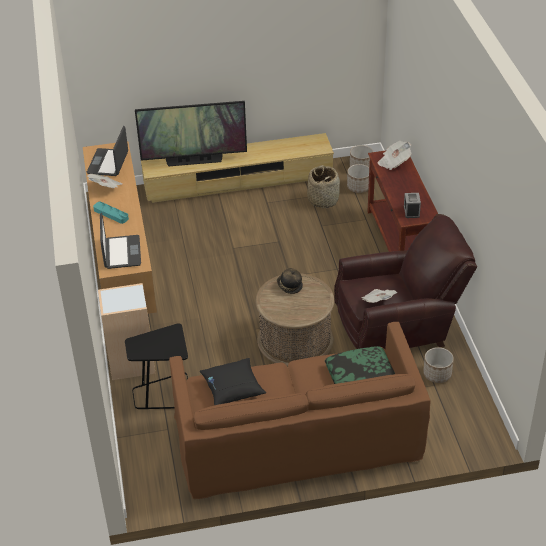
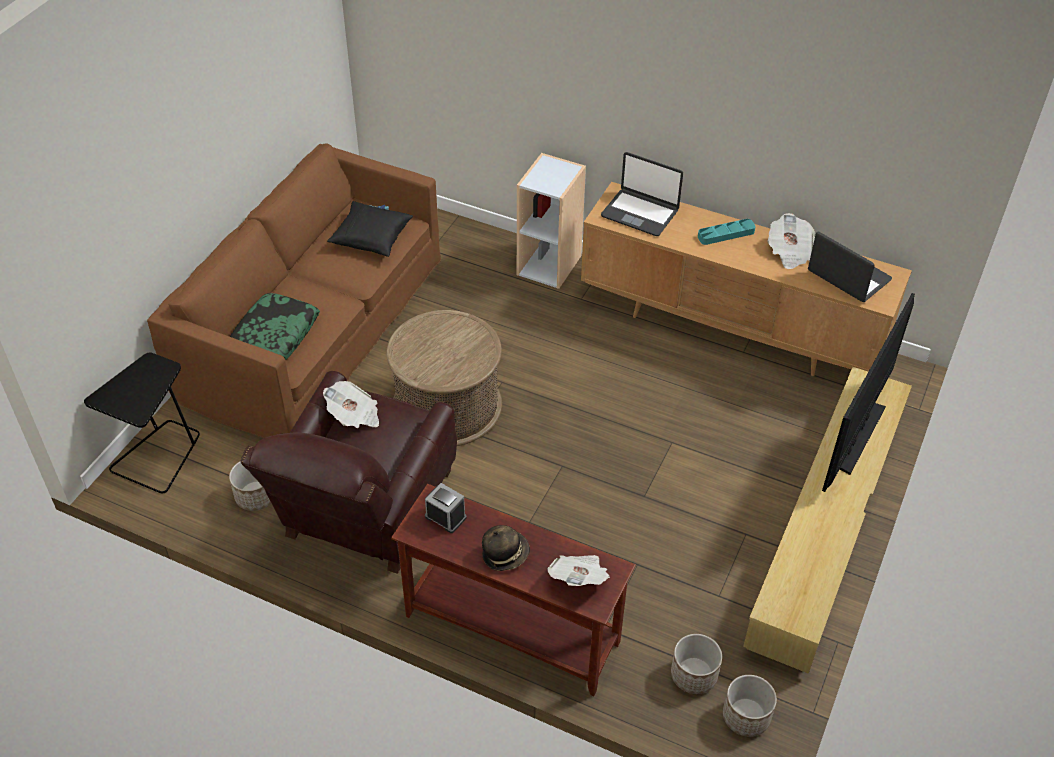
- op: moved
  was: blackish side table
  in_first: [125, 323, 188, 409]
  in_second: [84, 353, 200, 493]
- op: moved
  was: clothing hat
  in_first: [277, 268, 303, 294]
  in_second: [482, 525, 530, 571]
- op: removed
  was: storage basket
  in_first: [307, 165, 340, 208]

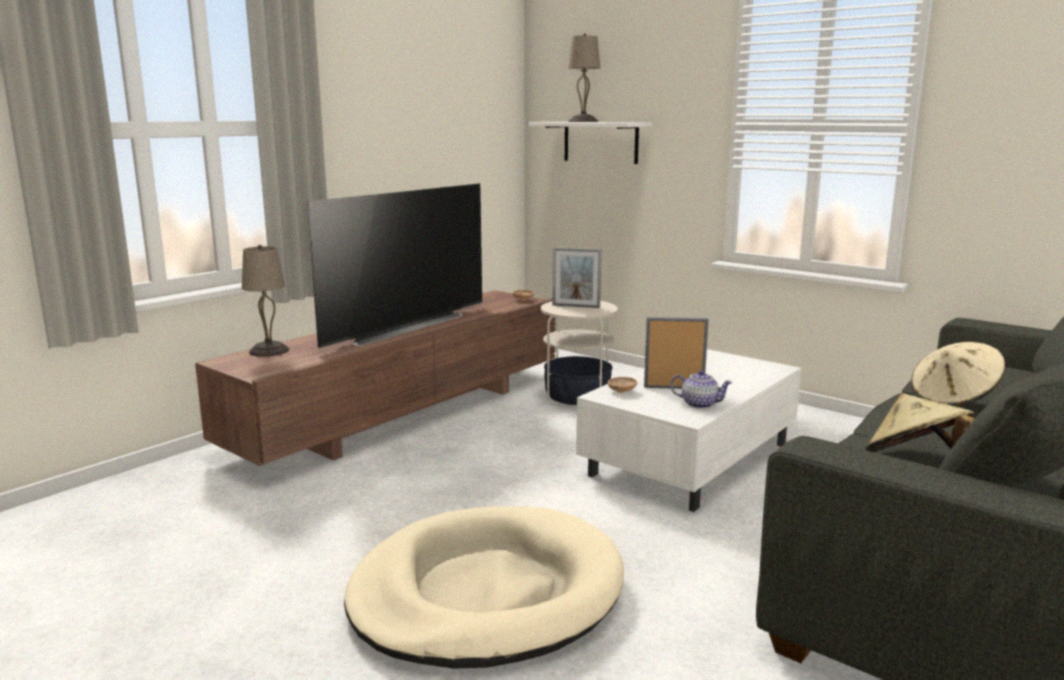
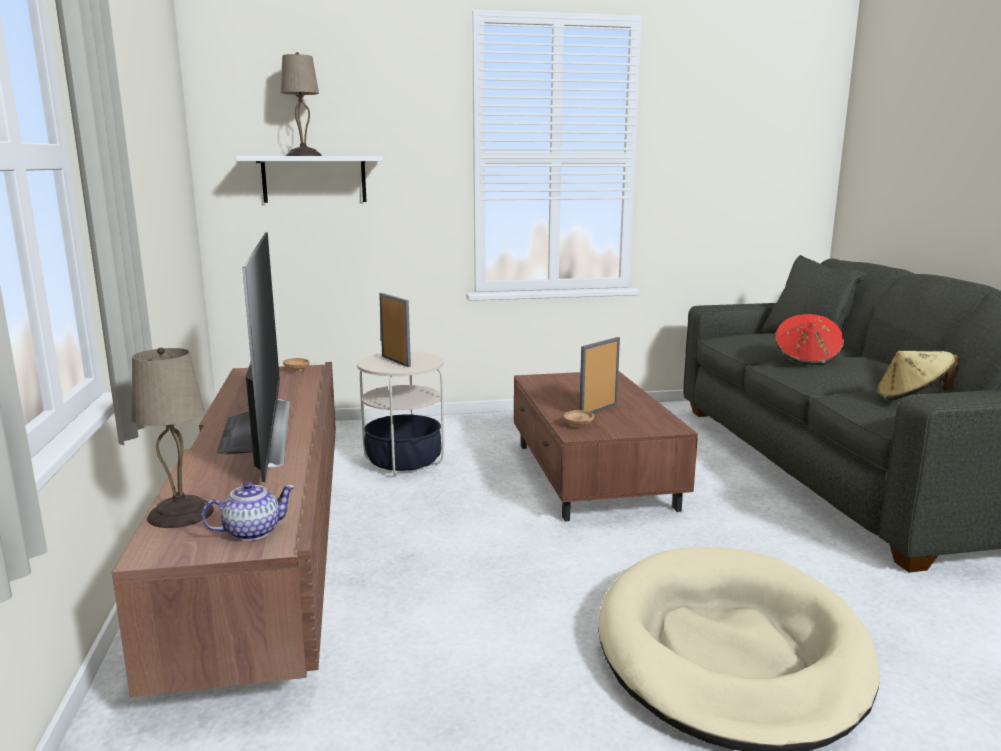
- op: turned
  was: picture frame
  in_first: [552, 247, 601, 308]
  in_second: [379, 293, 411, 367]
  clockwise: -90
- op: recoloured
  was: white low table
  now: brownish low table
  in_first: [576, 349, 801, 512]
  in_second: [514, 371, 698, 521]
- op: moved
  was: pot for tea
  in_first: [670, 370, 733, 409]
  in_second: [201, 482, 295, 541]
- op: recoloured
  was: sand-coloured clothing hat
  now: reddish clothing hat
  in_first: [911, 342, 1005, 407]
  in_second: [774, 314, 844, 365]

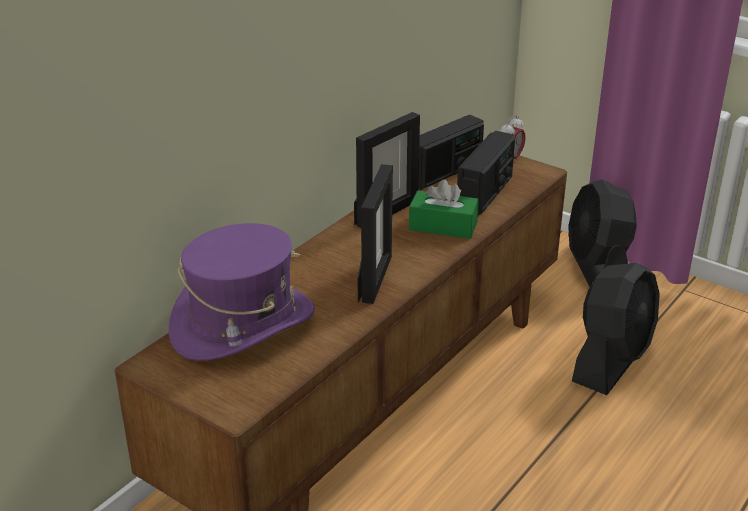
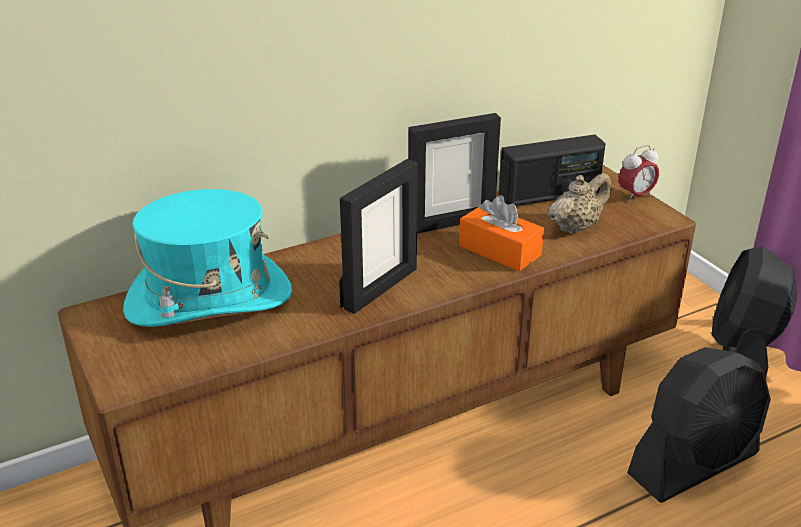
- op: recoloured
  was: purplish clothing hat
  now: turquoise-coloured clothing hat
  in_first: [169, 223, 315, 361]
  in_second: [123, 189, 292, 327]
- op: recoloured
  was: green tissue box
  now: orange tissue box
  in_first: [409, 179, 479, 239]
  in_second: [459, 195, 544, 271]
- op: replaced
  was: radio
  now: sand-coloured pot for tea
  in_first: [457, 131, 515, 215]
  in_second: [548, 173, 611, 234]

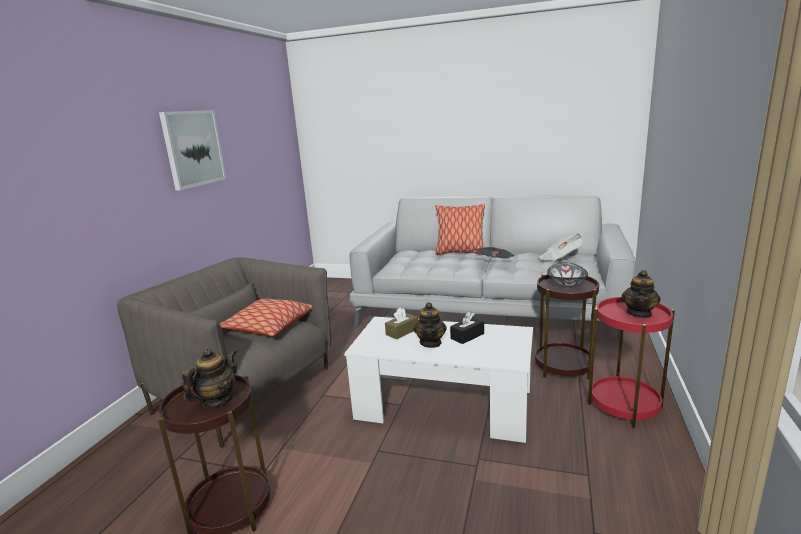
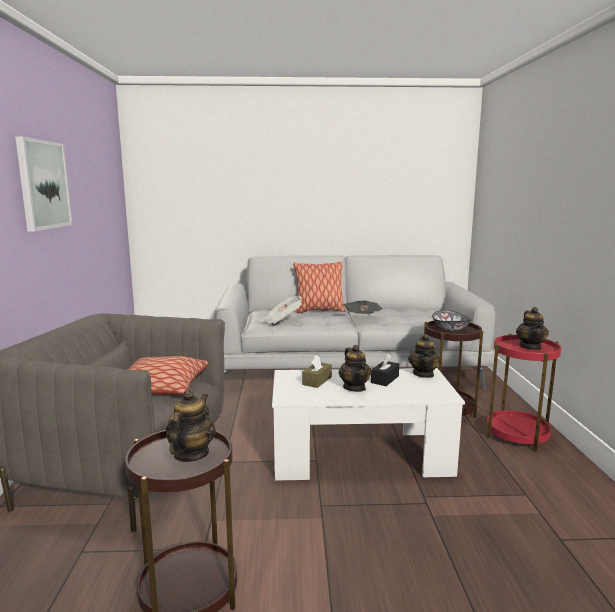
- op: moved
  was: daily paper
  in_first: [539, 233, 583, 261]
  in_second: [261, 296, 302, 324]
- op: added
  now: pot for tea
  in_second: [408, 334, 441, 378]

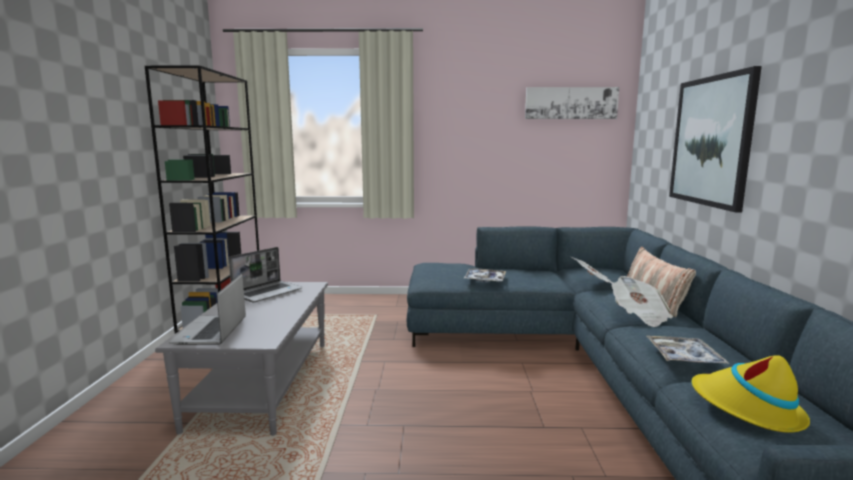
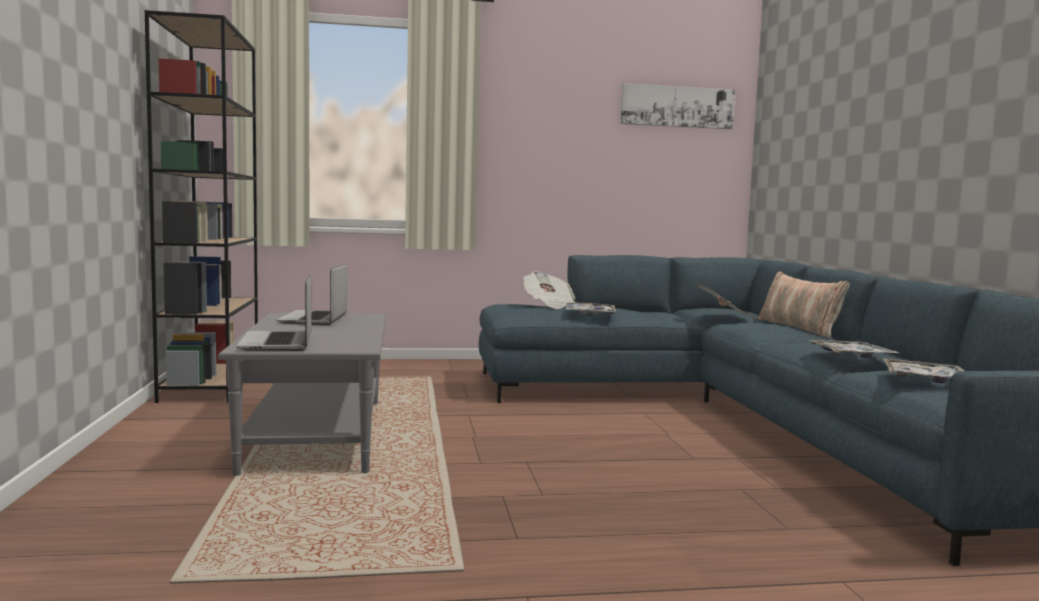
- op: turned
  was: notebook computer
  in_first: [229, 247, 302, 303]
  in_second: [276, 264, 347, 325]
  clockwise: 150
- op: moved
  was: daily paper
  in_first: [612, 276, 673, 327]
  in_second: [523, 271, 576, 309]
- op: removed
  was: picture
  in_first: [669, 66, 762, 212]
- op: replaced
  was: yellow clothing hat
  now: tray
  in_first: [691, 355, 810, 433]
  in_second: [883, 358, 964, 383]

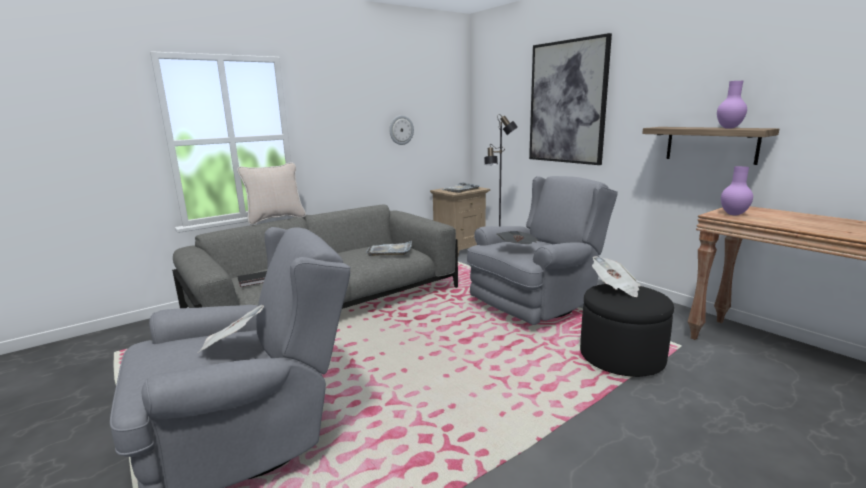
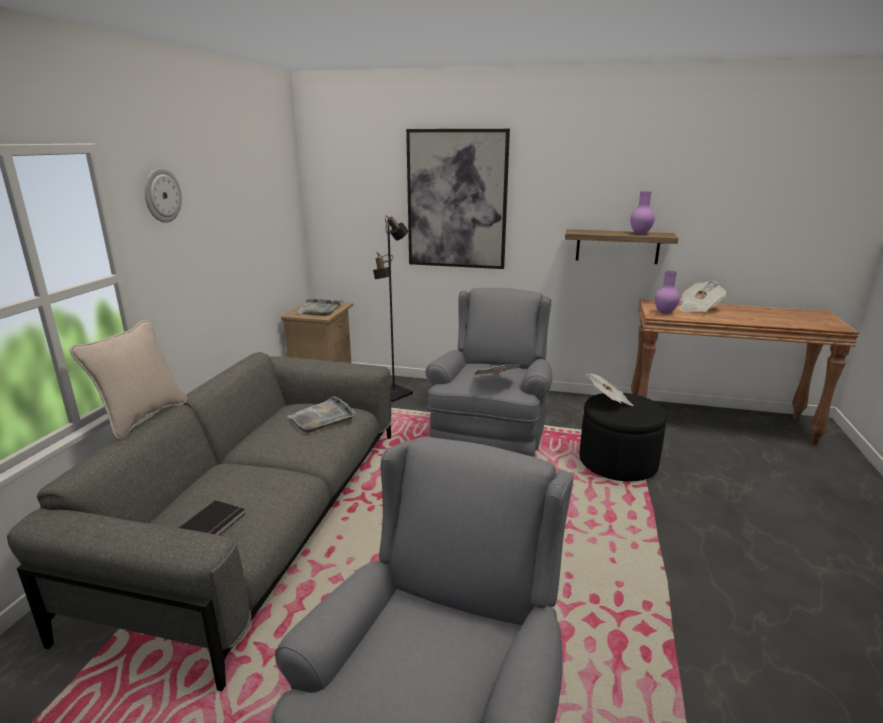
- op: moved
  was: daily paper
  in_first: [199, 305, 264, 352]
  in_second: [679, 281, 726, 312]
- op: moved
  was: hanging clock
  in_first: [389, 115, 414, 145]
  in_second: [145, 168, 182, 223]

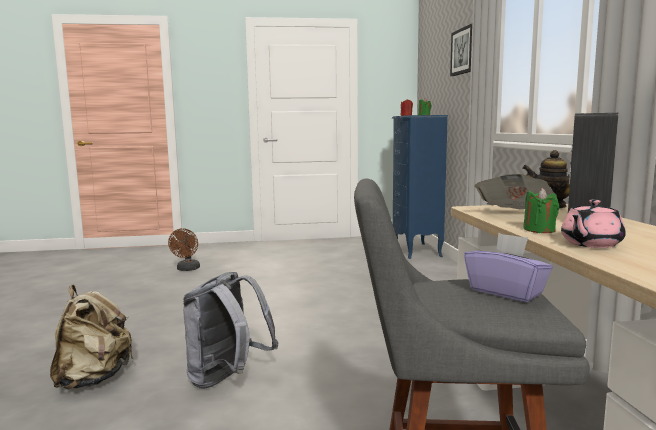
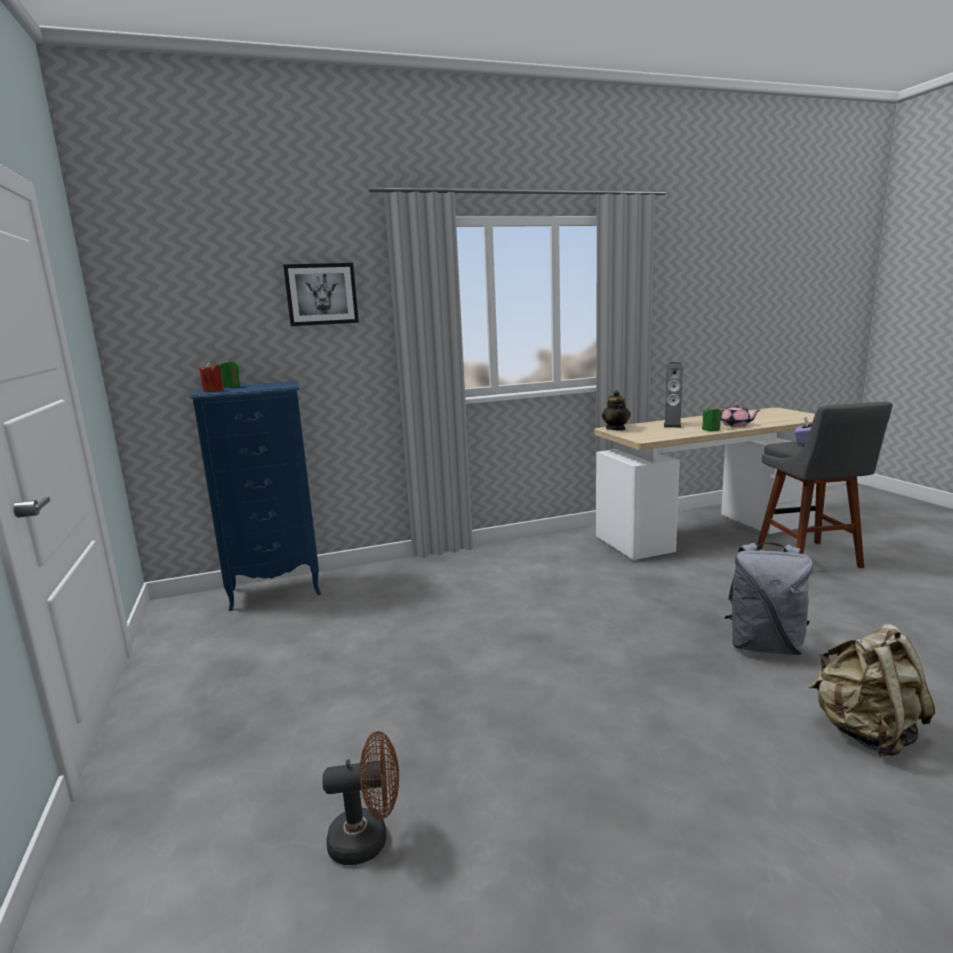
- op: removed
  was: daily paper
  in_first: [474, 174, 555, 209]

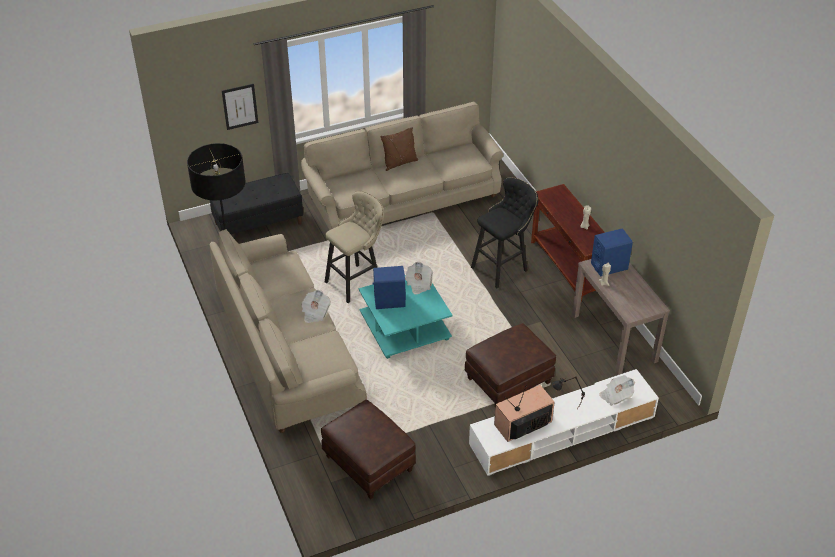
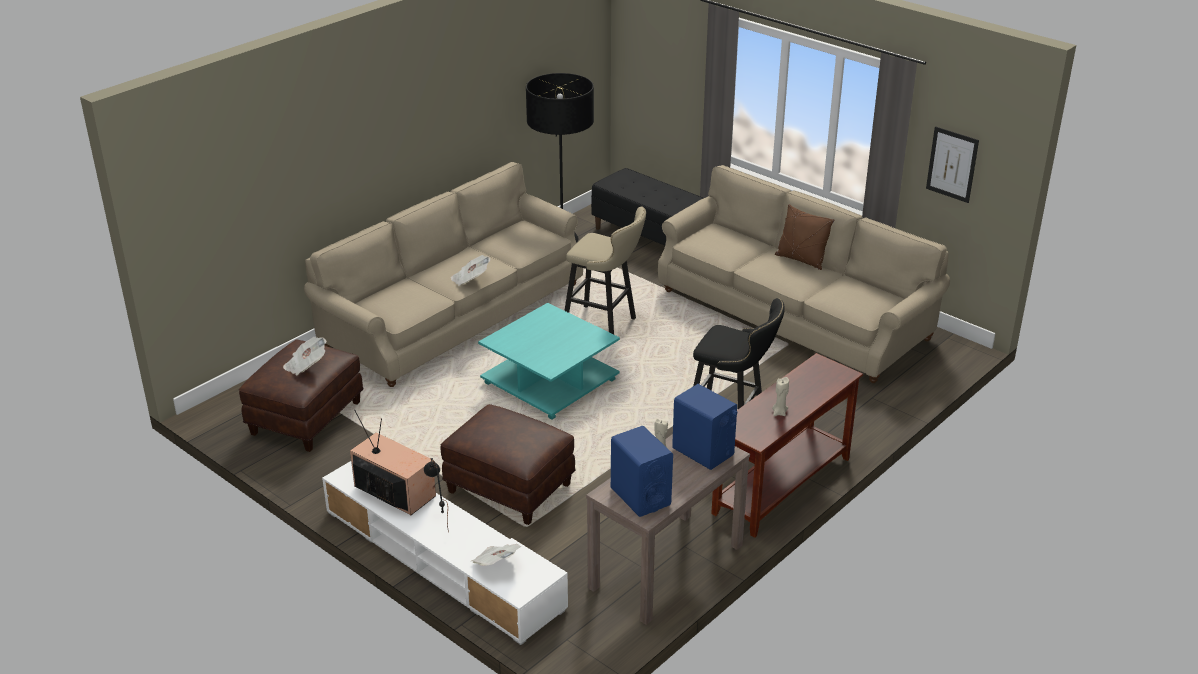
- op: moved
  was: picture
  in_first: [222, 84, 258, 130]
  in_second: [926, 126, 979, 203]
- op: moved
  was: bluish audio speaker
  in_first: [372, 266, 406, 309]
  in_second: [611, 426, 673, 517]
- op: moved
  was: daily paper
  in_first: [405, 262, 433, 295]
  in_second: [283, 337, 327, 375]

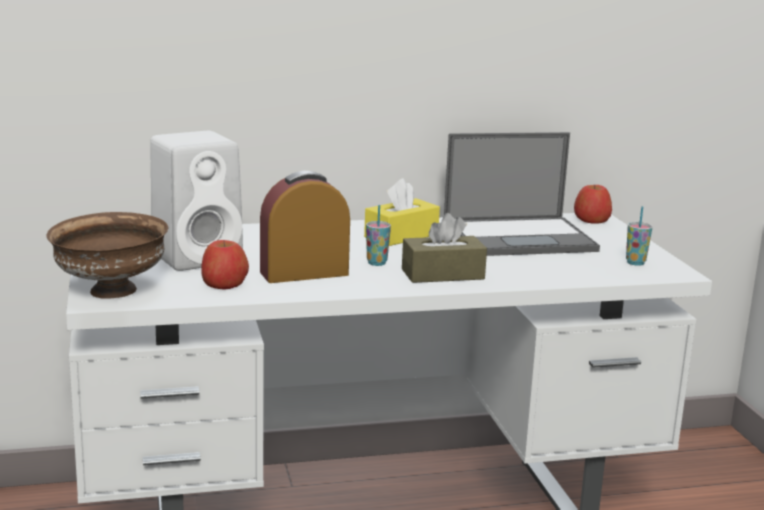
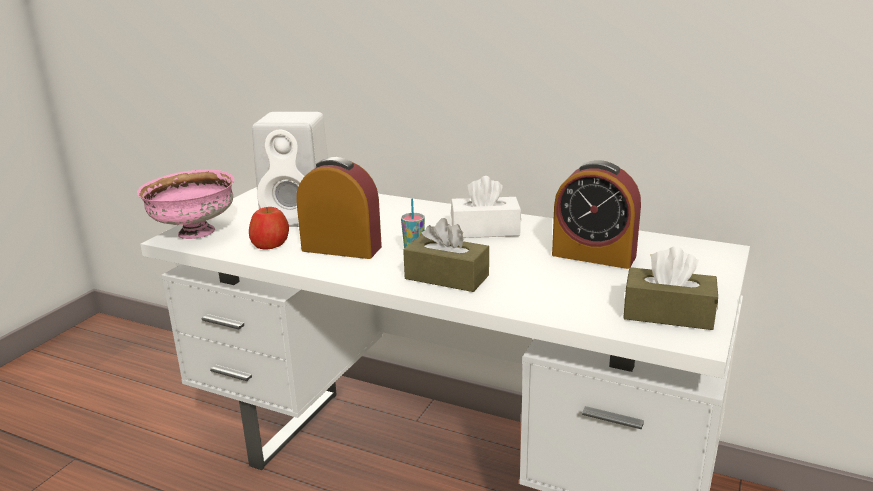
- op: recoloured
  was: brownish deep dish
  now: pink deep dish
  in_first: [47, 212, 168, 299]
  in_second: [137, 170, 234, 239]
- op: recoloured
  was: yellow tissue box
  now: white tissue box
  in_first: [364, 178, 440, 246]
  in_second: [451, 176, 521, 238]
- op: replaced
  was: notebook computer
  now: alarm clock
  in_first: [444, 132, 600, 256]
  in_second: [552, 160, 641, 269]
- op: removed
  was: apple
  in_first: [574, 185, 612, 224]
- op: replaced
  was: small cup
  now: brownish tissue box
  in_first: [626, 206, 652, 266]
  in_second: [623, 246, 718, 330]

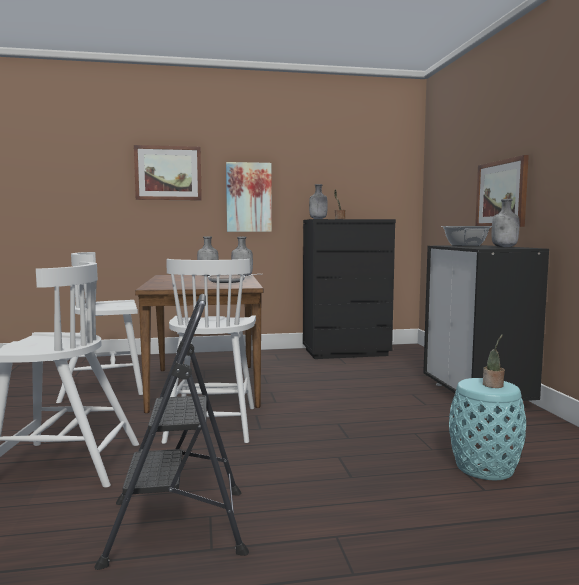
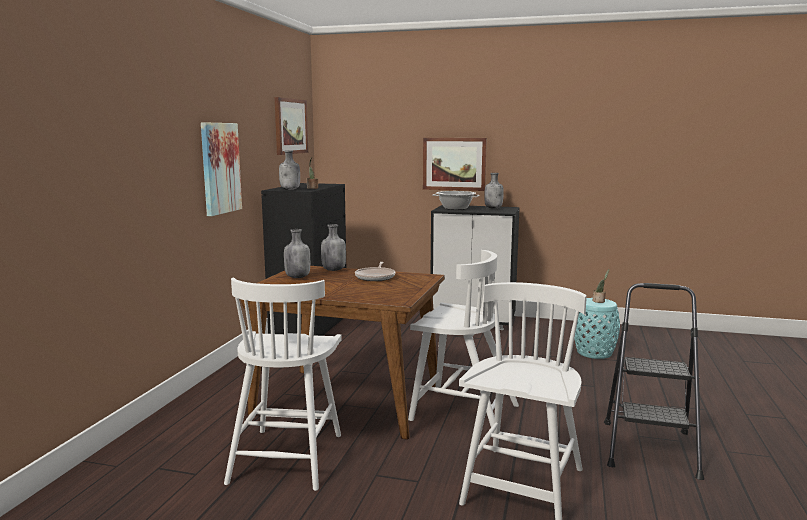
- op: moved
  was: picture
  in_first: [134, 145, 202, 200]
  in_second: [275, 97, 308, 155]

